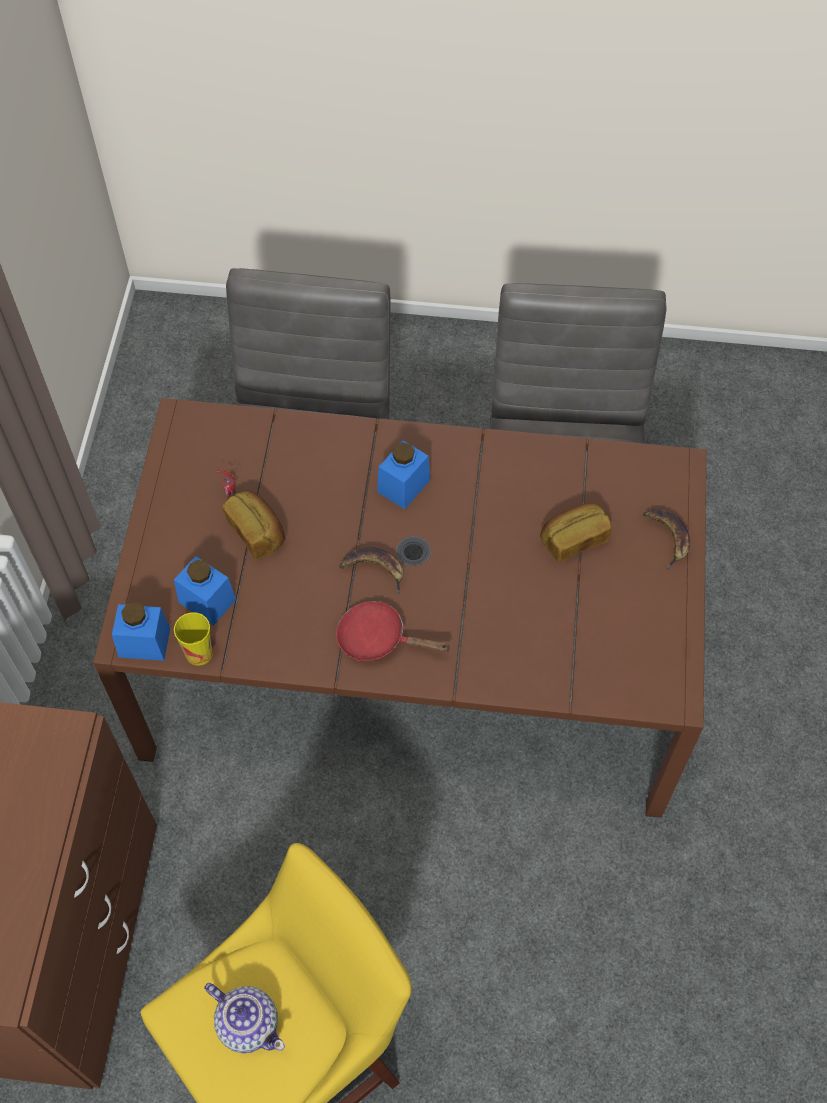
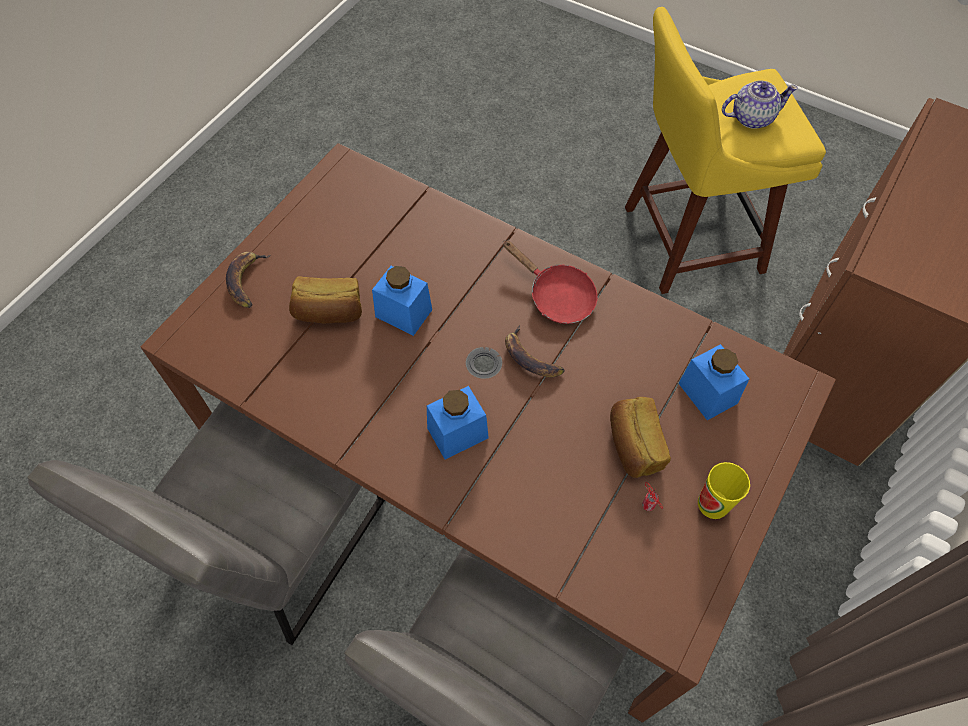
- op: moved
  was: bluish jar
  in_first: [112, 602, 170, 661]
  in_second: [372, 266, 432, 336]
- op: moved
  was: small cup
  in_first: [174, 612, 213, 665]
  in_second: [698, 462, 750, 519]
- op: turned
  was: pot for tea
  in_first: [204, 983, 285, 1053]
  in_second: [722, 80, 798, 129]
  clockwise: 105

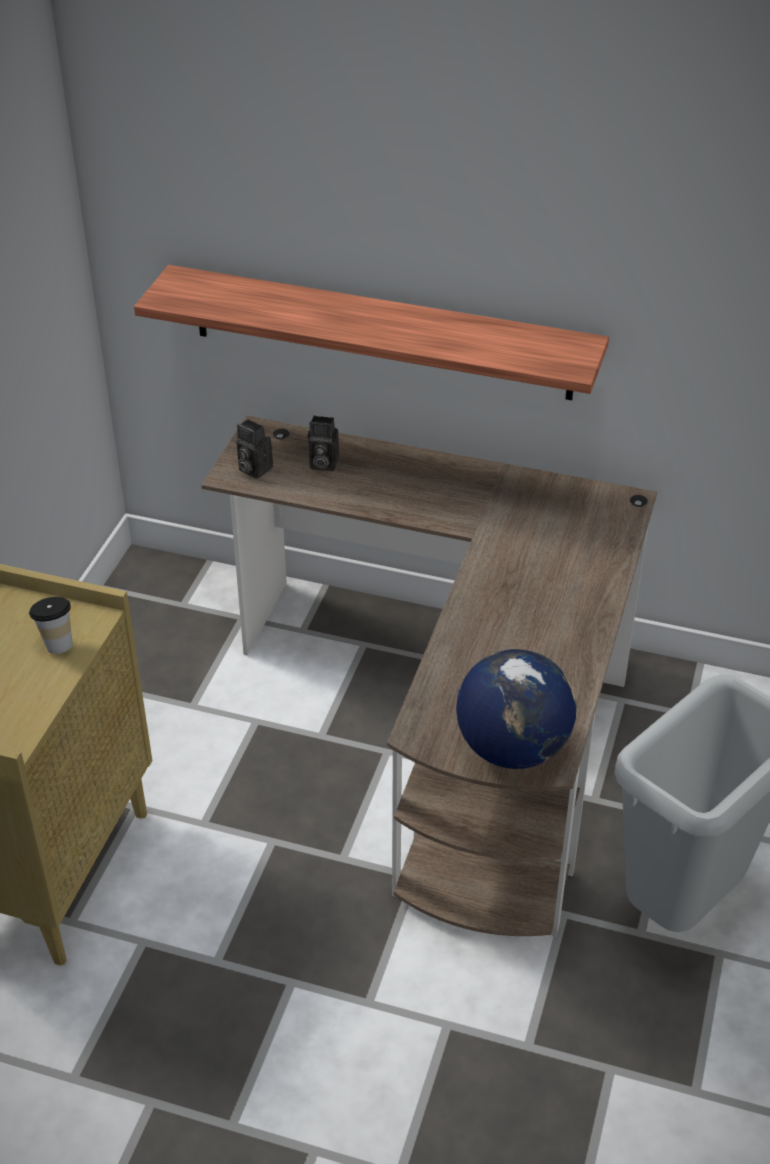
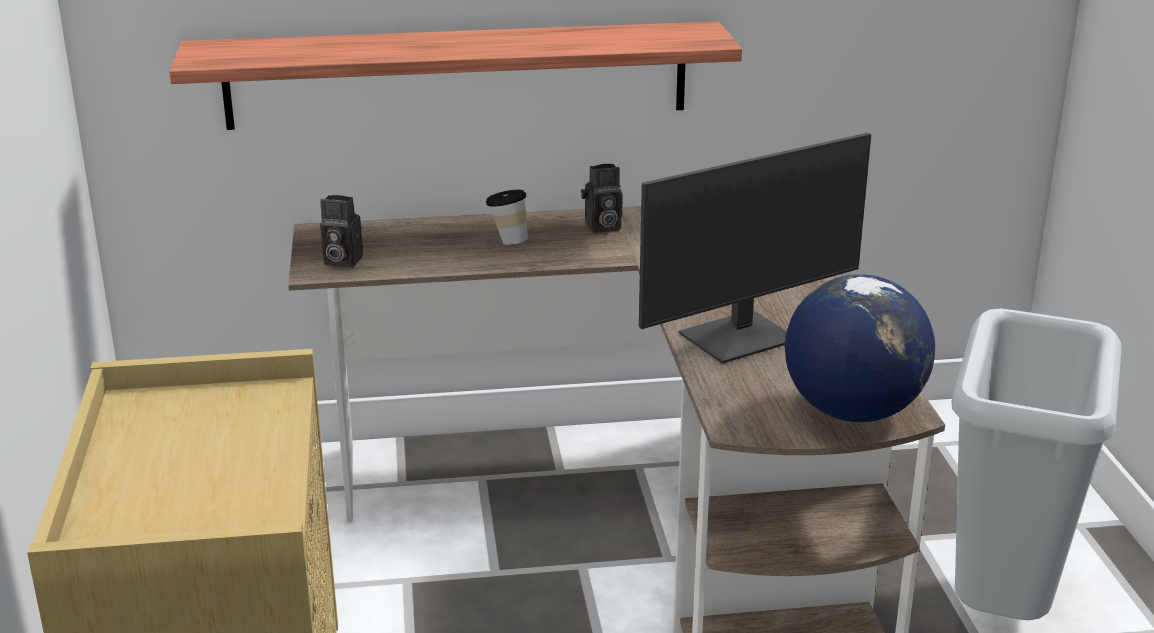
- op: moved
  was: small cup
  in_first: [29, 597, 73, 654]
  in_second: [486, 190, 528, 245]
- op: moved
  was: photo camera
  in_first: [308, 416, 339, 471]
  in_second: [581, 164, 623, 233]
- op: added
  now: computer display
  in_second: [639, 133, 871, 364]

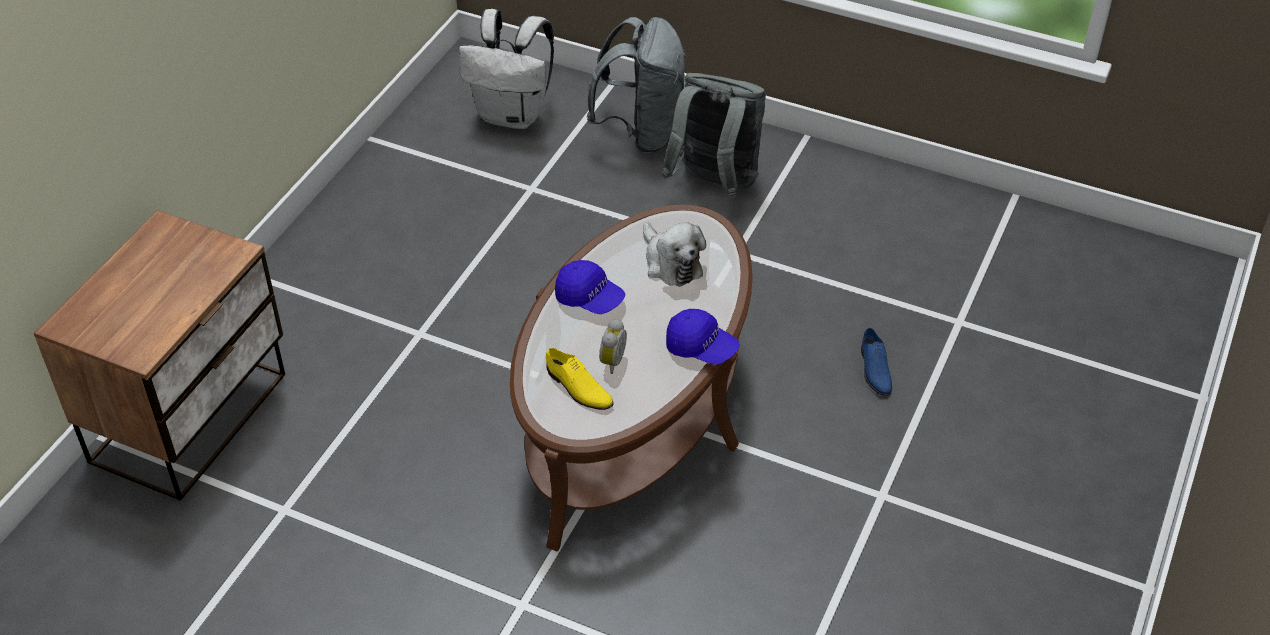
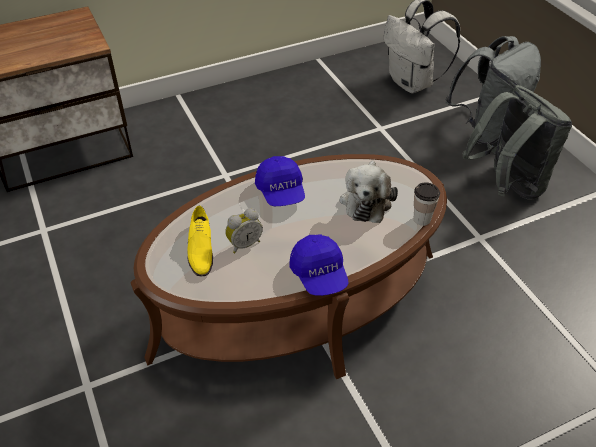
- op: removed
  was: bluish item of footwear
  in_first: [861, 328, 892, 396]
- op: added
  now: small cup
  in_second: [414, 182, 440, 226]

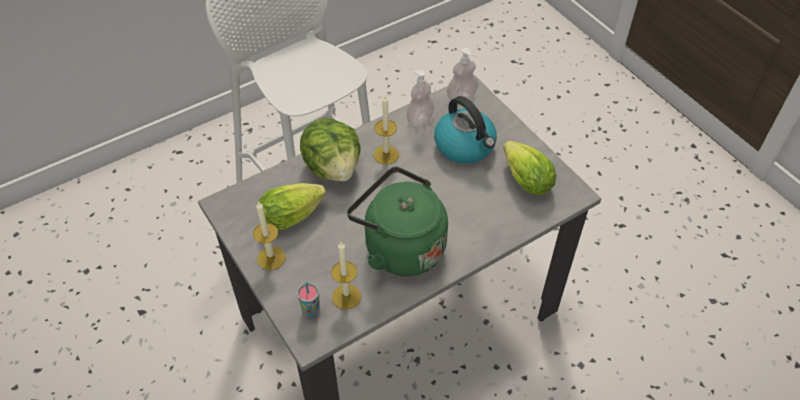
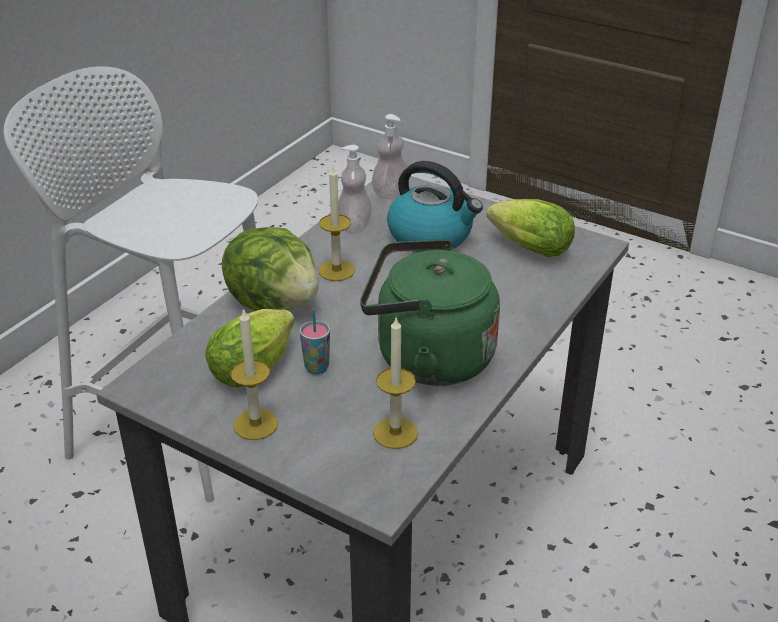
- op: moved
  was: small cup
  in_first: [297, 282, 320, 317]
  in_second: [300, 309, 330, 374]

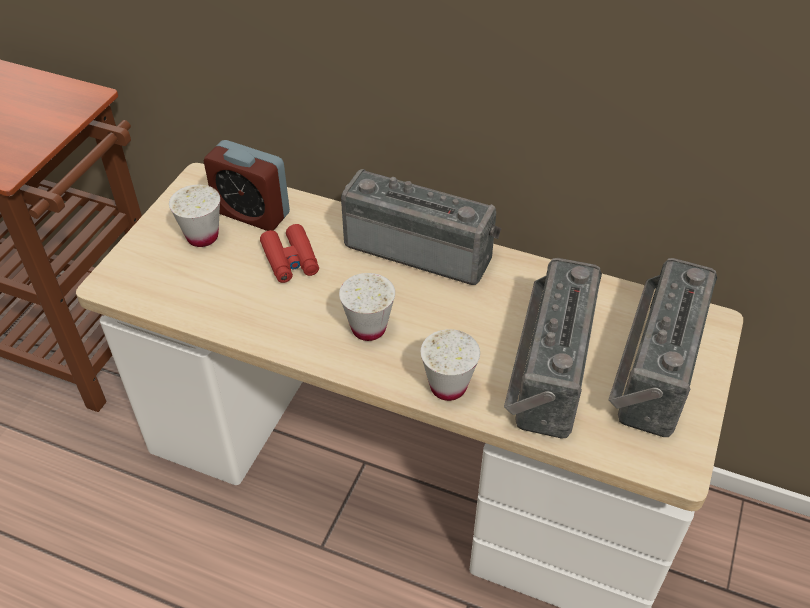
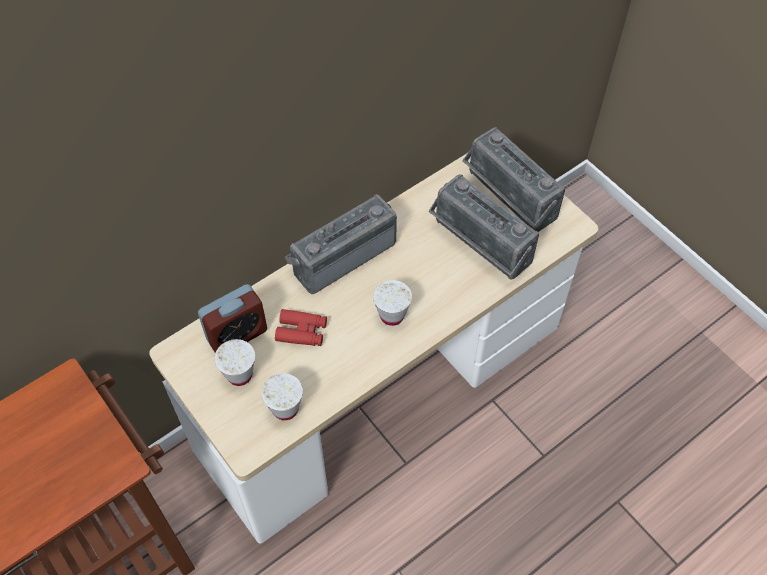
- op: moved
  was: white small cup
  in_first: [421, 329, 480, 401]
  in_second: [261, 373, 303, 420]

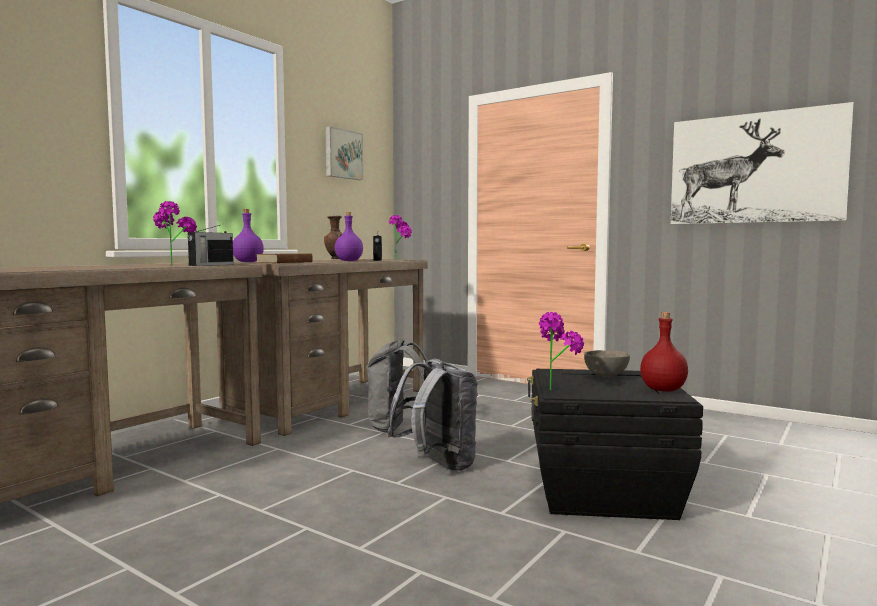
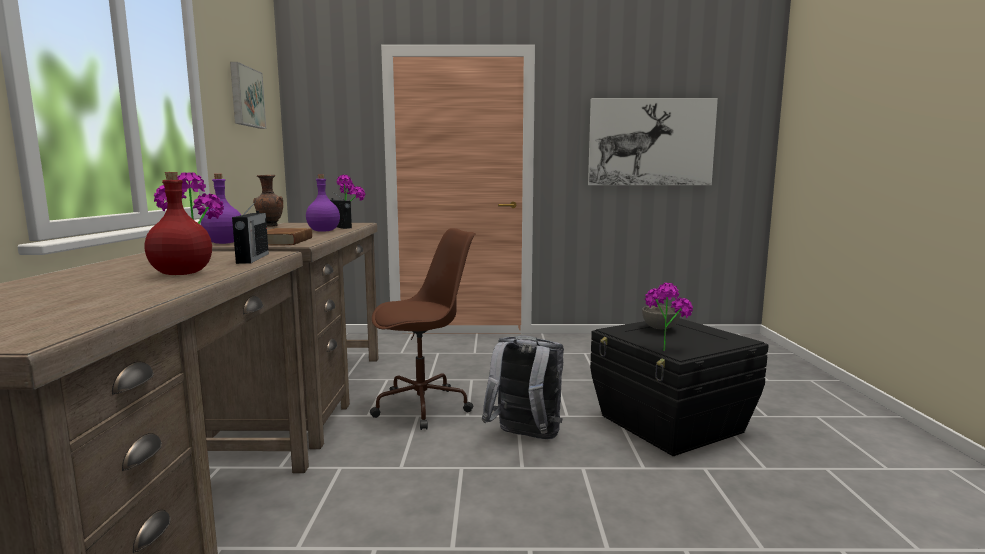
- op: replaced
  was: greyish rucksack
  now: brownish office chair
  in_first: [366, 338, 428, 432]
  in_second: [370, 228, 476, 430]
- op: moved
  was: reddish bottle
  in_first: [640, 312, 688, 392]
  in_second: [145, 172, 212, 275]

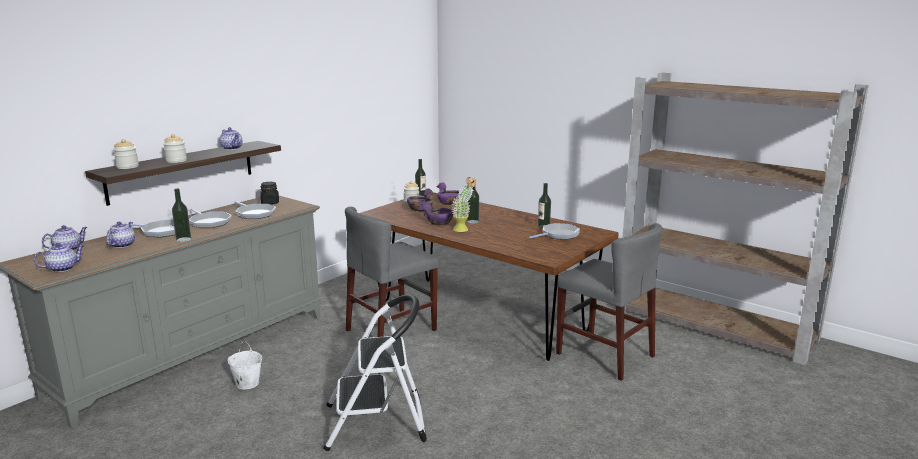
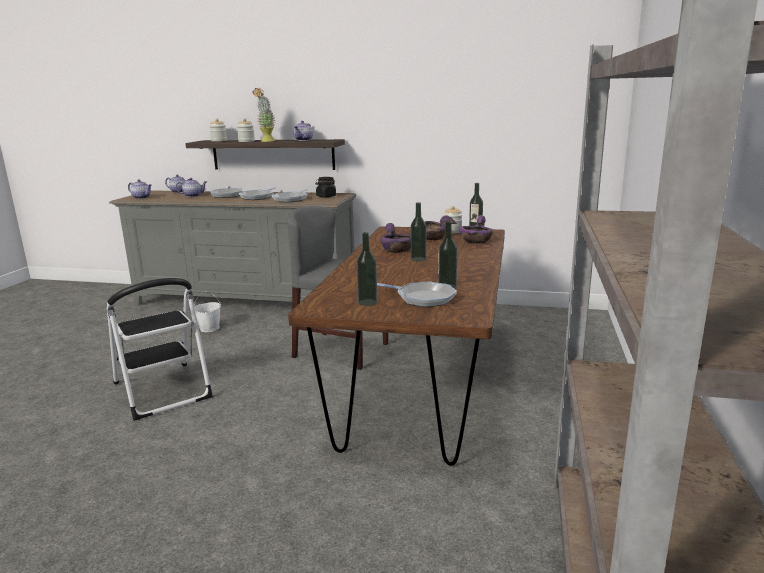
- op: moved
  was: bottle
  in_first: [172, 188, 191, 242]
  in_second: [357, 232, 377, 306]
- op: moved
  was: potted plant
  in_first: [451, 177, 476, 232]
  in_second: [252, 88, 275, 142]
- op: removed
  was: greyish chair
  in_first: [556, 223, 662, 381]

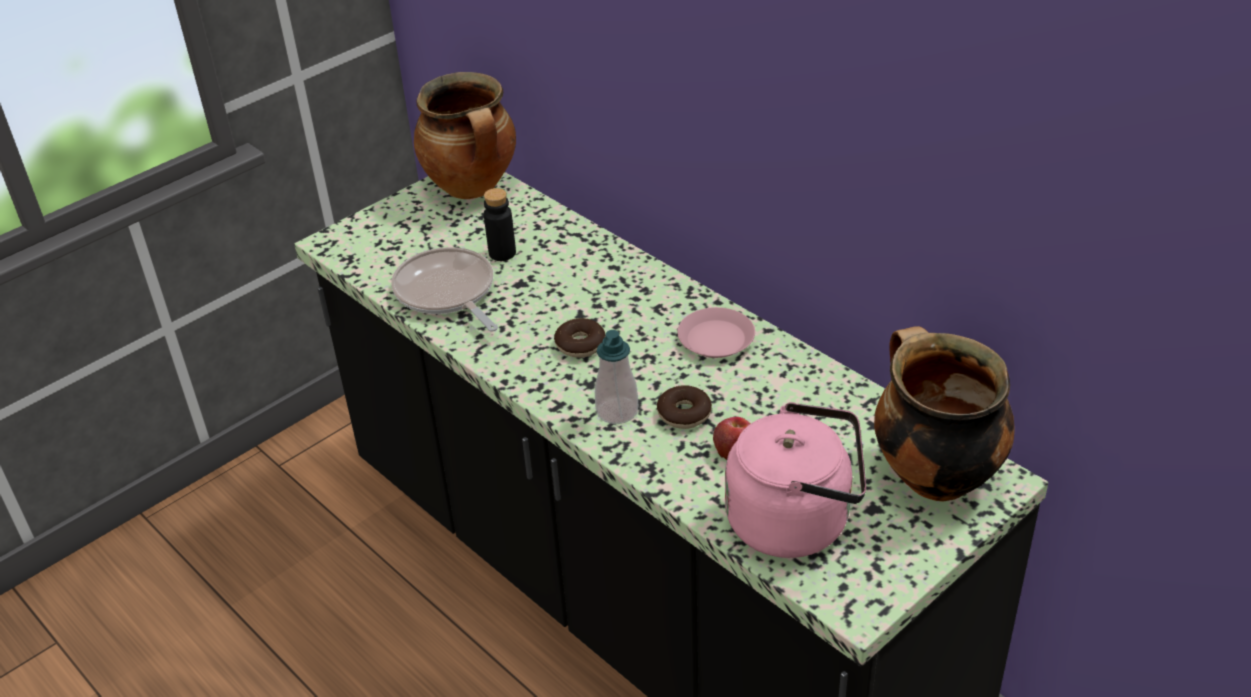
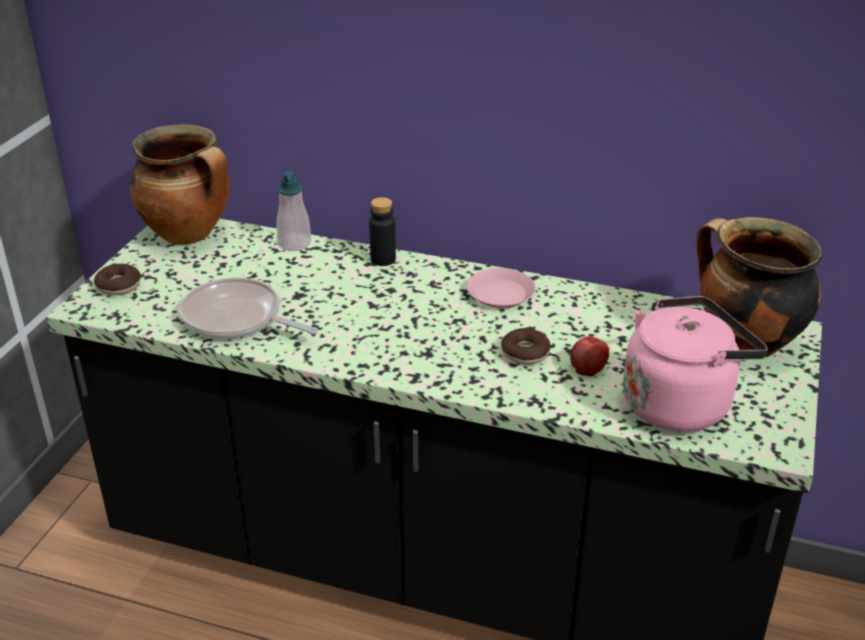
- op: moved
  was: blackish bottle
  in_first: [484, 188, 516, 261]
  in_second: [369, 197, 396, 266]
- op: moved
  was: donut
  in_first: [554, 318, 605, 358]
  in_second: [94, 264, 141, 295]
- op: moved
  was: soap dispenser
  in_first: [595, 330, 638, 424]
  in_second: [276, 171, 311, 251]

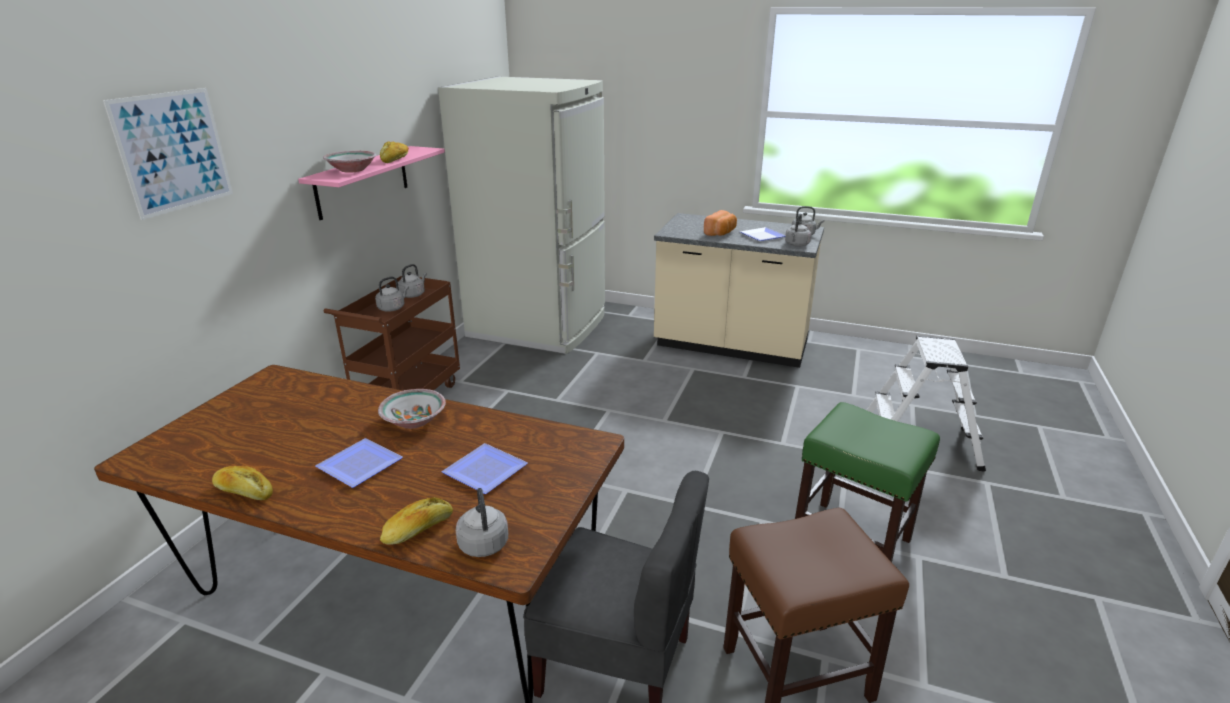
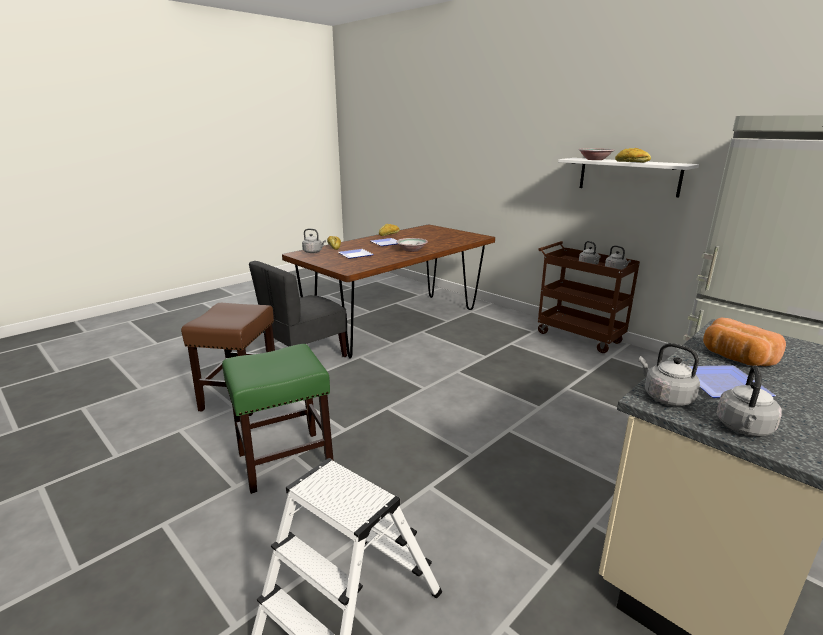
- op: removed
  was: picture
  in_first: [103, 88, 233, 220]
- op: recoloured
  was: pink shelf
  now: white shelf
  in_first: [298, 146, 445, 220]
  in_second: [558, 158, 699, 197]

